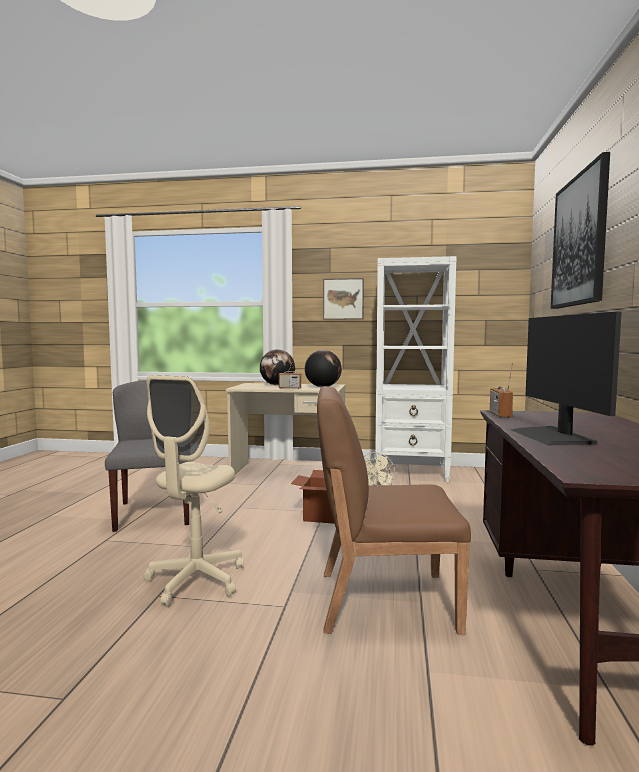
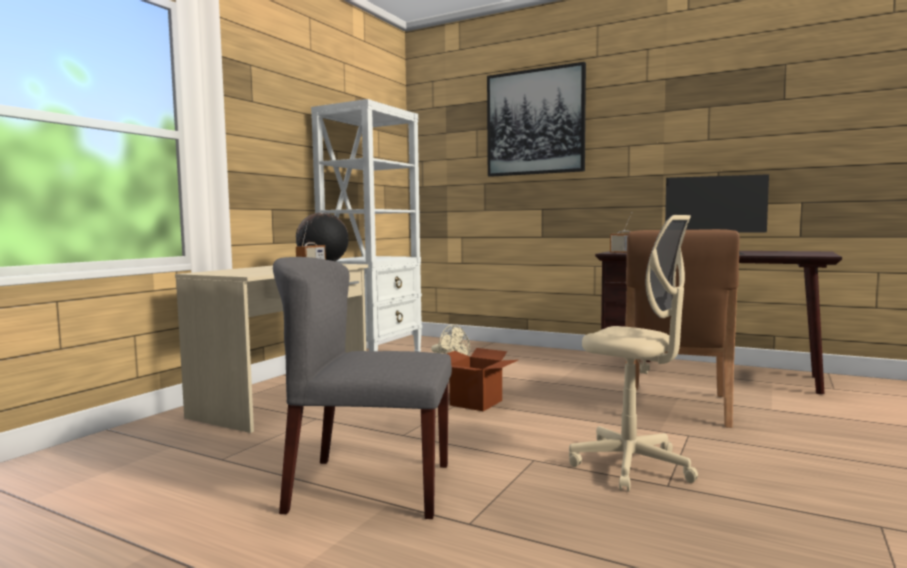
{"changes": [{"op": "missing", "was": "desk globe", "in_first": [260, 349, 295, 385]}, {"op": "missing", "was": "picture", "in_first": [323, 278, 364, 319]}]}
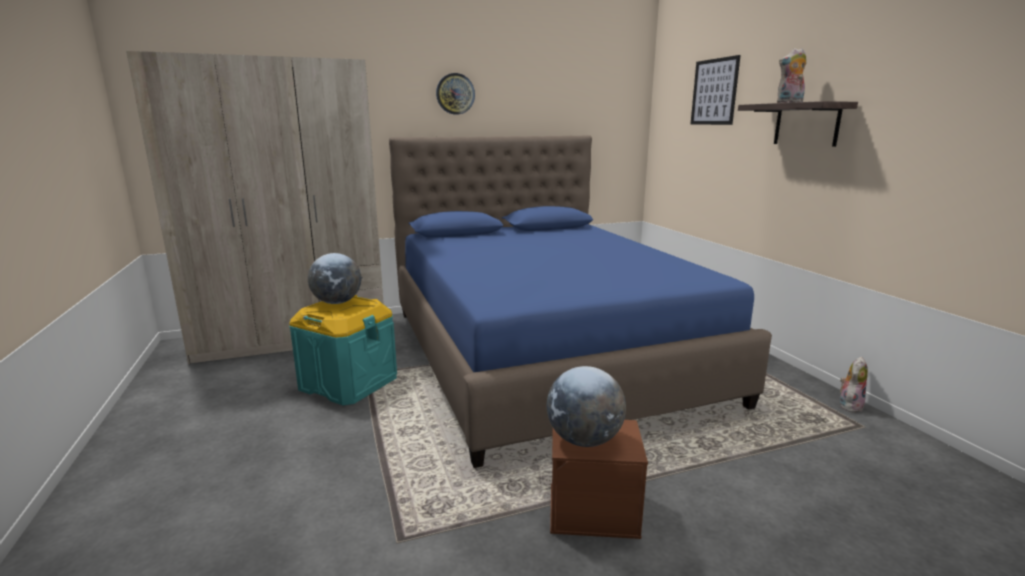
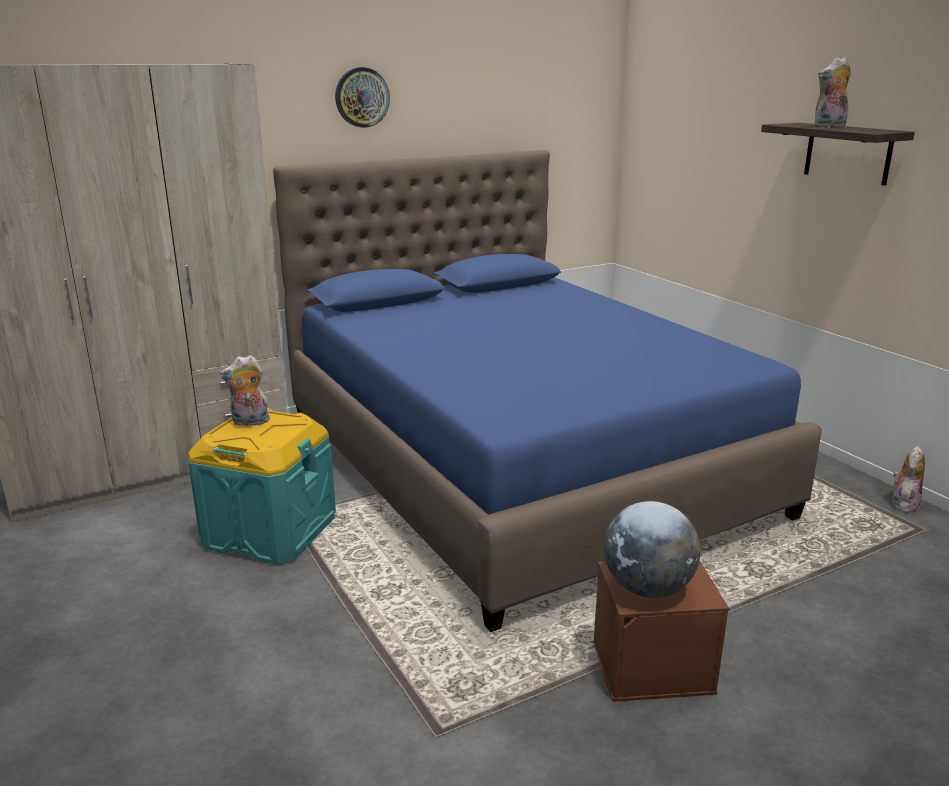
{"changes": [{"op": "missing", "was": "picture", "in_first": [691, 55, 741, 125]}, {"op": "exchanged", "was": "desk globe", "now": "soft toy", "in_first": [308, 253, 361, 304], "in_second": [220, 355, 270, 426]}]}
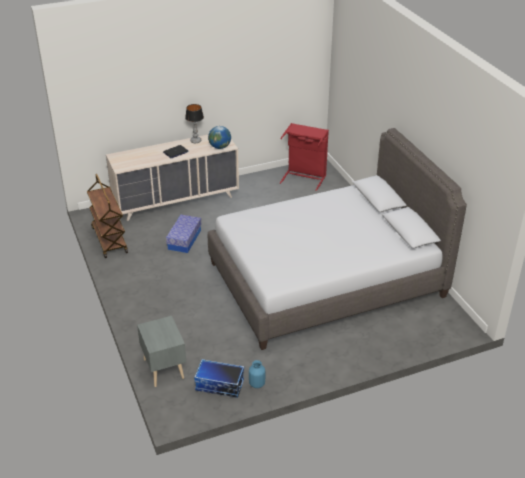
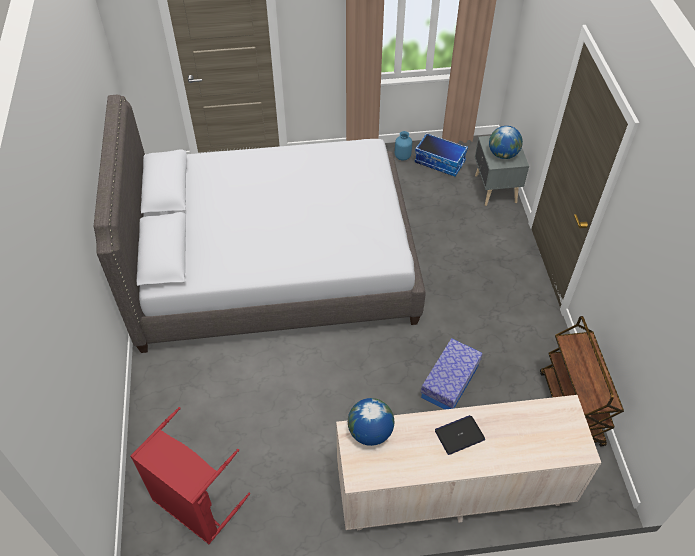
{"changes": [{"op": "missing", "was": "lamp for a table", "in_first": [185, 104, 204, 143]}, {"op": "appeared", "now": "desk globe", "in_second": [489, 126, 523, 159]}]}
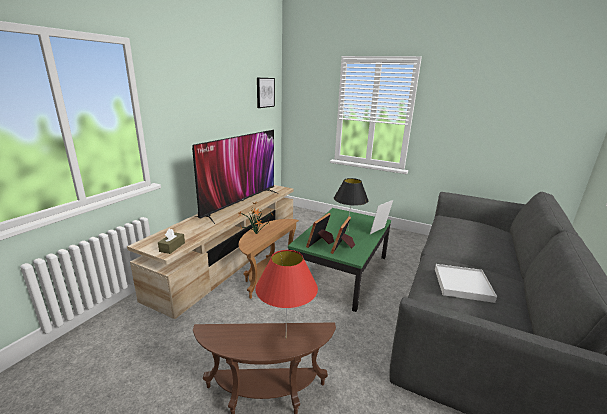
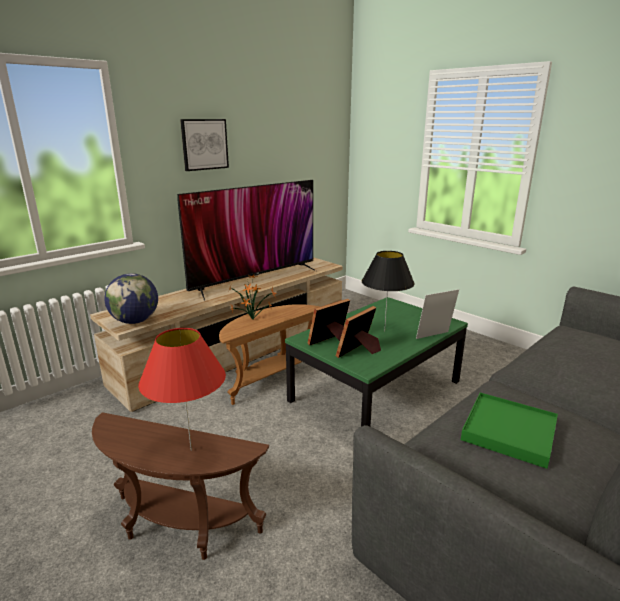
{"changes": [{"op": "relocated", "was": "picture", "in_first": [257, 78, 275, 108], "in_second": [180, 119, 229, 171]}, {"op": "exchanged", "was": "tissue holder in brown", "now": "desk globe", "in_first": [158, 228, 185, 254], "in_second": [104, 273, 158, 324]}, {"op": "colour", "was": "carrying tray in white-coloured", "now": "carrying tray in green", "in_first": [435, 264, 497, 303], "in_second": [461, 392, 558, 469]}]}
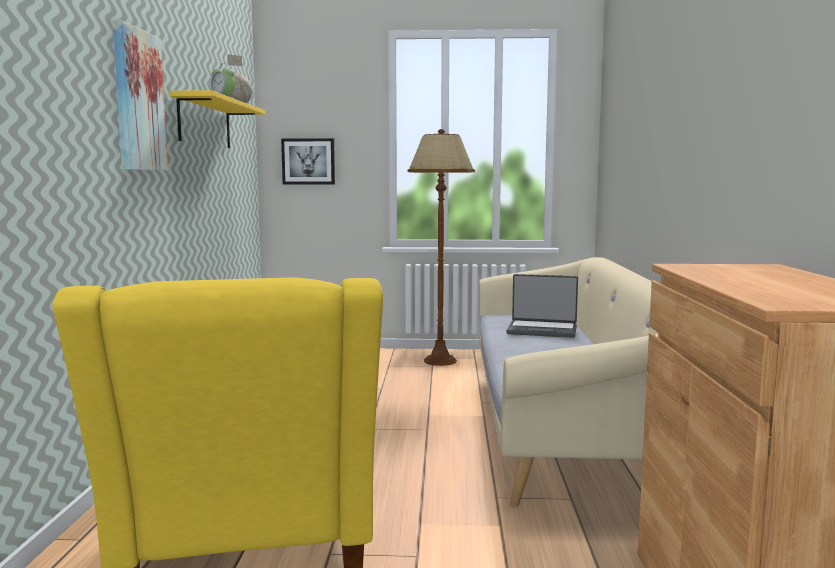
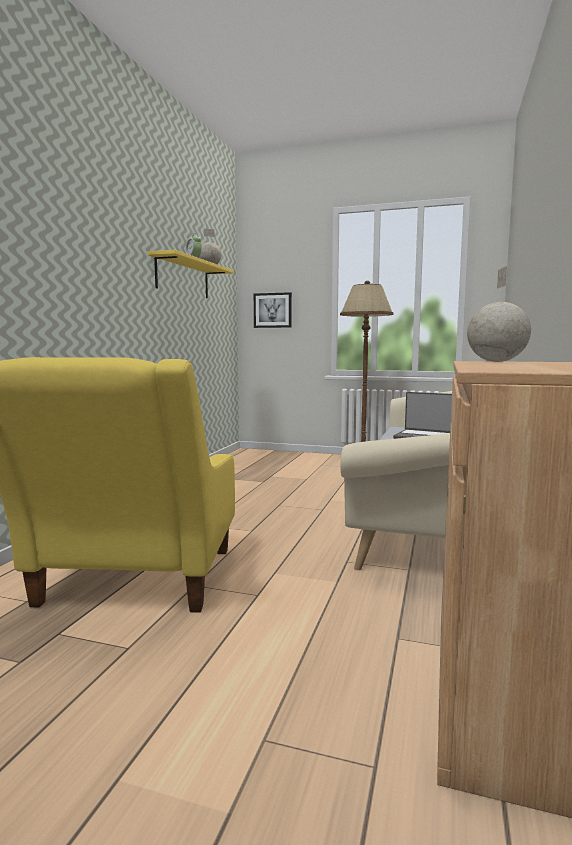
{"changes": [{"op": "missing", "was": "picture", "in_first": [112, 20, 168, 171]}, {"op": "appeared", "now": "desk globe", "in_second": [467, 266, 531, 362]}]}
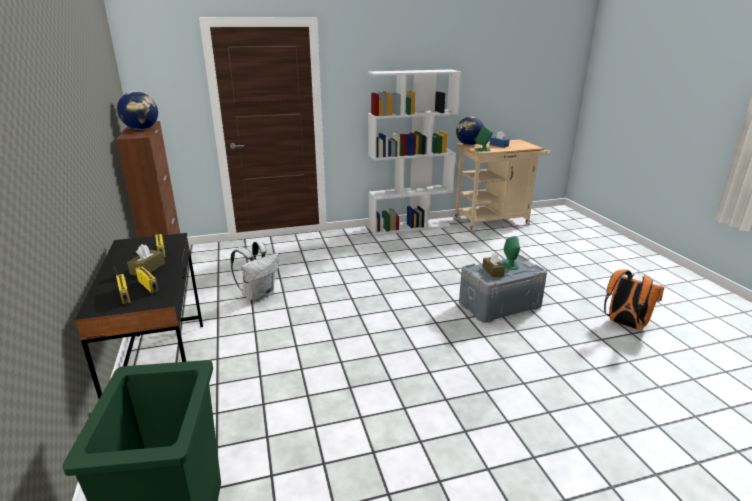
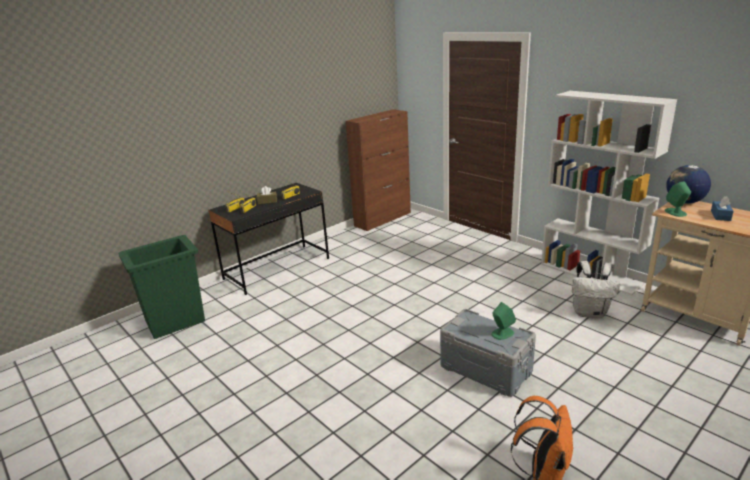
{"changes": [{"op": "missing", "was": "desk globe", "in_first": [117, 91, 158, 130]}, {"op": "missing", "was": "tissue holder in brown", "in_first": [482, 253, 505, 277]}, {"op": "relocated", "was": "knapsack in white-coloured", "in_first": [231, 241, 279, 302], "in_second": [572, 261, 620, 318]}]}
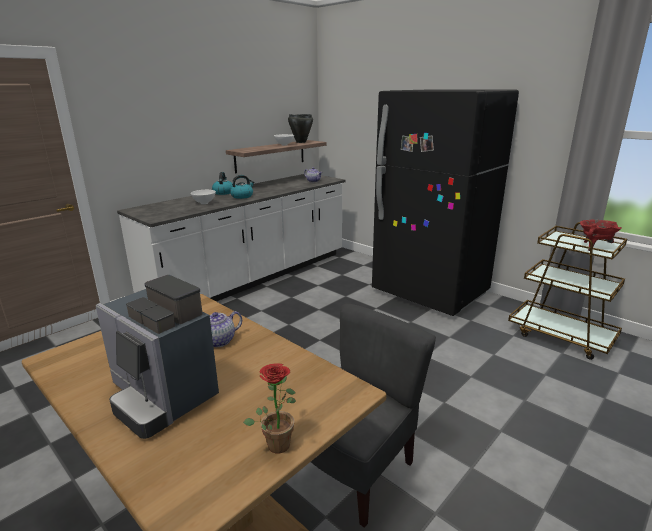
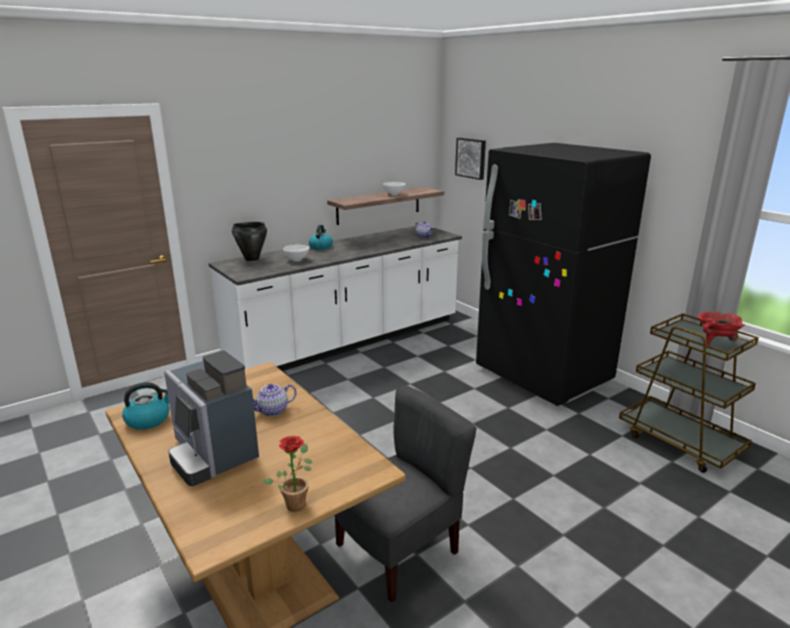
{"changes": [{"op": "appeared", "now": "picture", "in_second": [455, 138, 486, 180]}, {"op": "relocated", "was": "water kettle", "in_first": [230, 175, 255, 199], "in_second": [122, 382, 169, 430]}, {"op": "relocated", "was": "saucepot in black", "in_first": [288, 114, 313, 143], "in_second": [232, 222, 267, 261]}]}
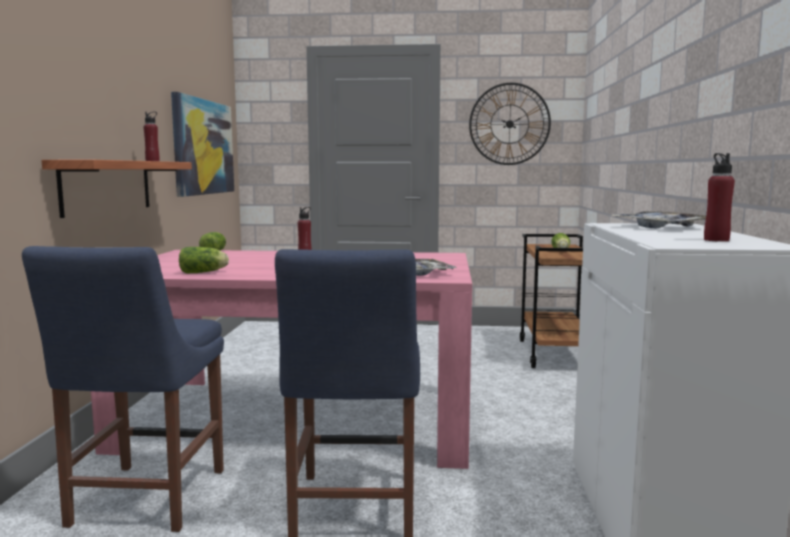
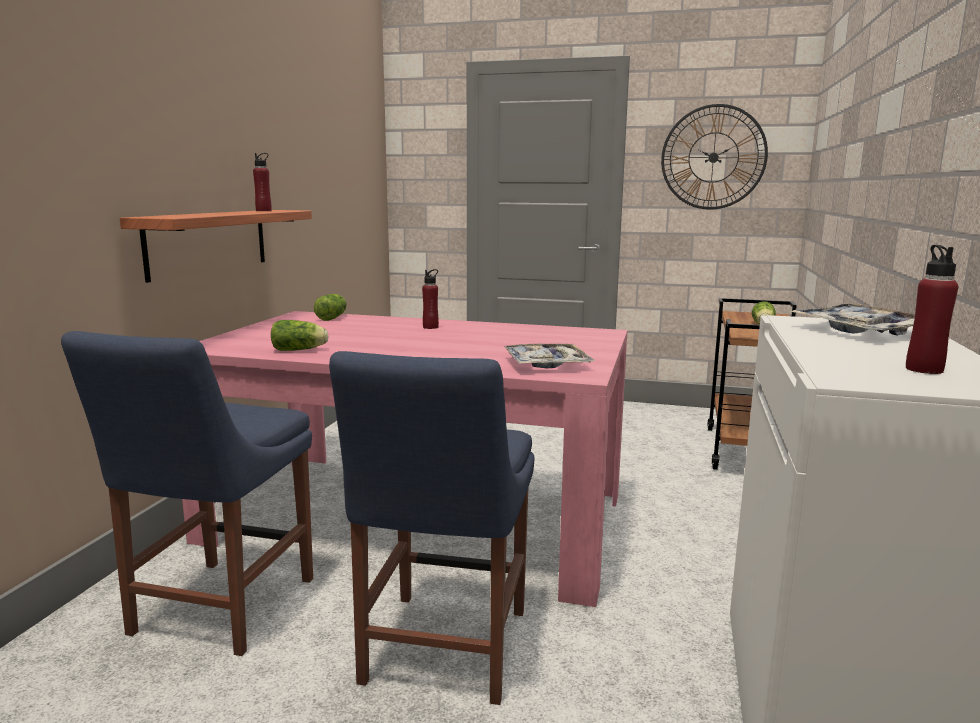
{"changes": [{"op": "missing", "was": "picture", "in_first": [171, 92, 234, 197]}]}
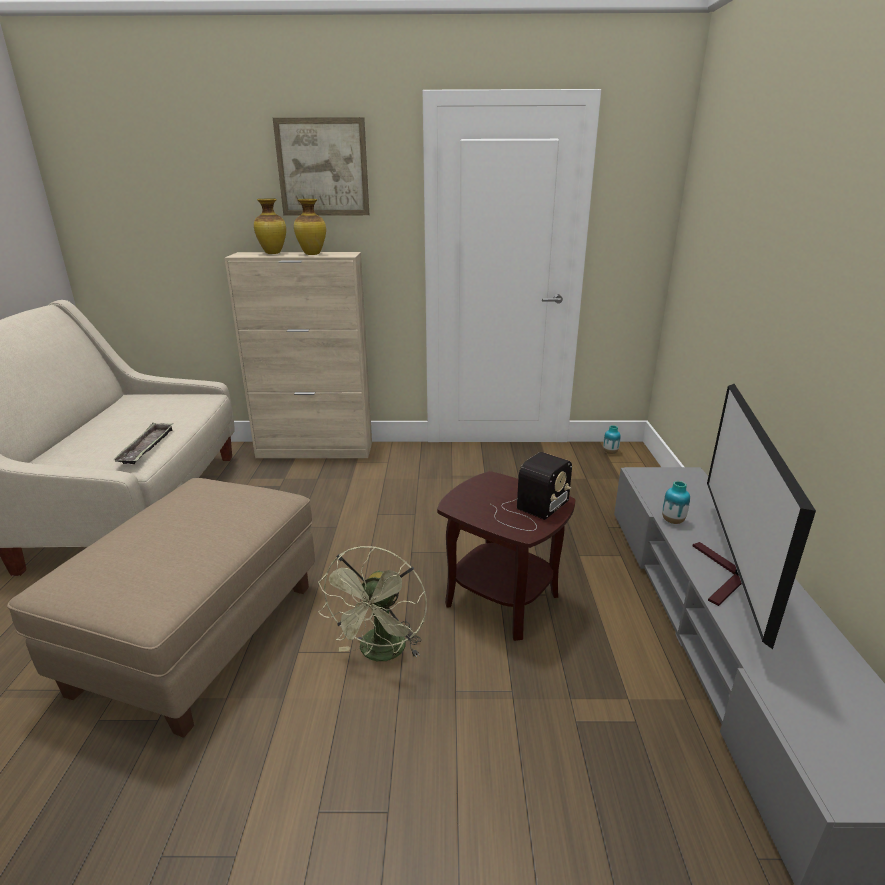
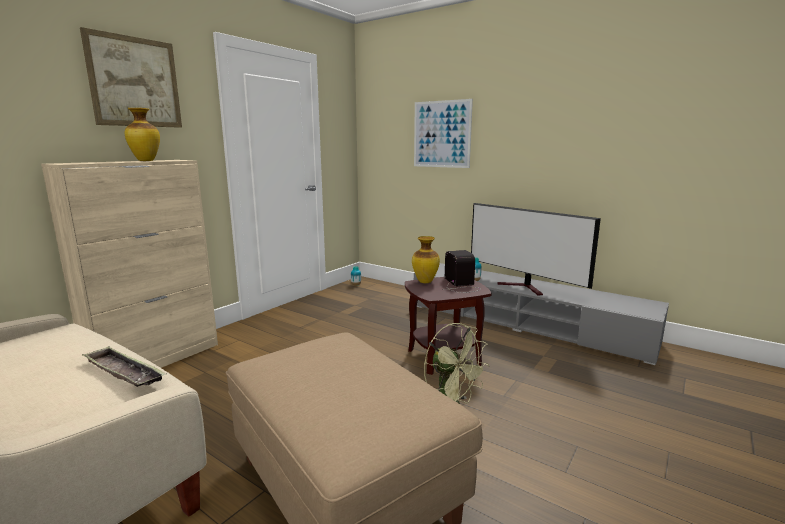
{"changes": [{"op": "appeared", "now": "picture", "in_second": [414, 99, 473, 168]}, {"op": "relocated", "was": "flower vase", "in_first": [254, 199, 286, 254], "in_second": [412, 236, 440, 283]}]}
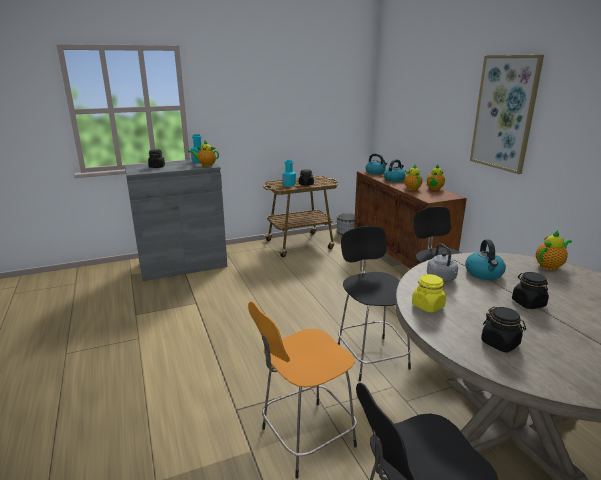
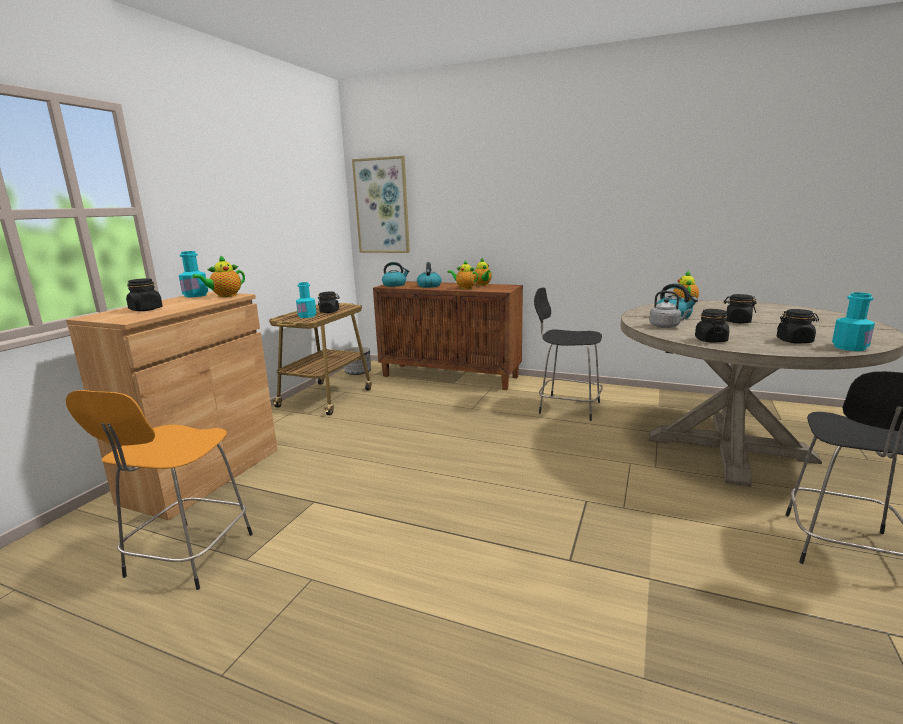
{"changes": [{"op": "missing", "was": "sitting stool in black", "in_first": [338, 226, 411, 381]}, {"op": "appeared", "now": "beverage bottle in turquoise", "in_second": [832, 292, 875, 351]}, {"op": "relocated", "was": "sitting stool in orangey", "in_first": [248, 301, 357, 479], "in_second": [66, 390, 253, 590]}, {"op": "relocated", "was": "picture", "in_first": [470, 55, 544, 174], "in_second": [352, 156, 410, 253]}, {"op": "colour", "was": "storage cabinet in greyish", "now": "storage cabinet in brown", "in_first": [125, 160, 227, 281], "in_second": [66, 292, 277, 520]}, {"op": "colour", "was": "jar in yellowish", "now": "jar in black", "in_first": [412, 274, 446, 313], "in_second": [695, 309, 729, 343]}]}
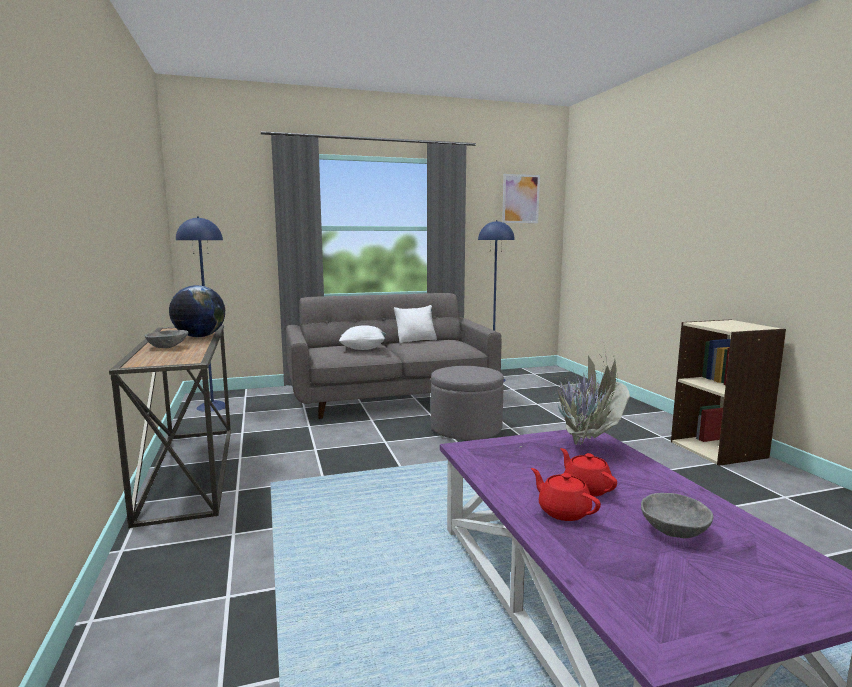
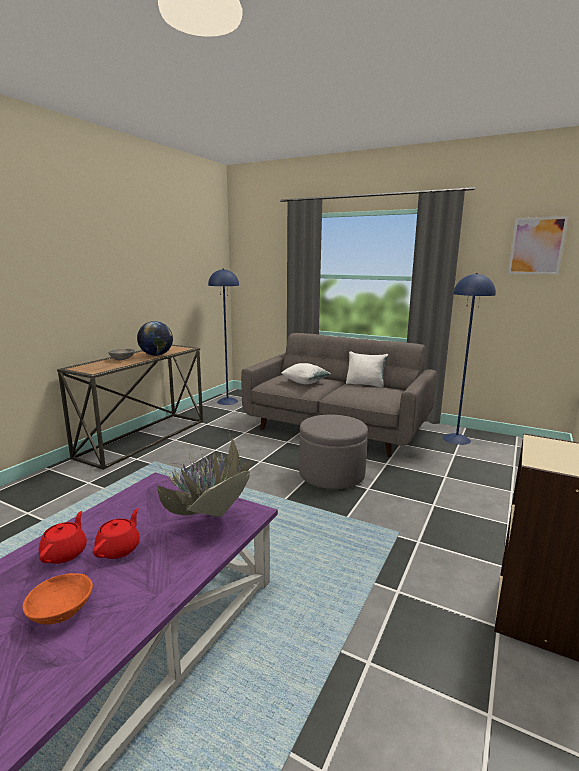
{"changes": [{"op": "colour", "was": "bowl in greyish", "now": "bowl in orangey", "in_first": [641, 493, 713, 538], "in_second": [23, 573, 93, 624]}]}
